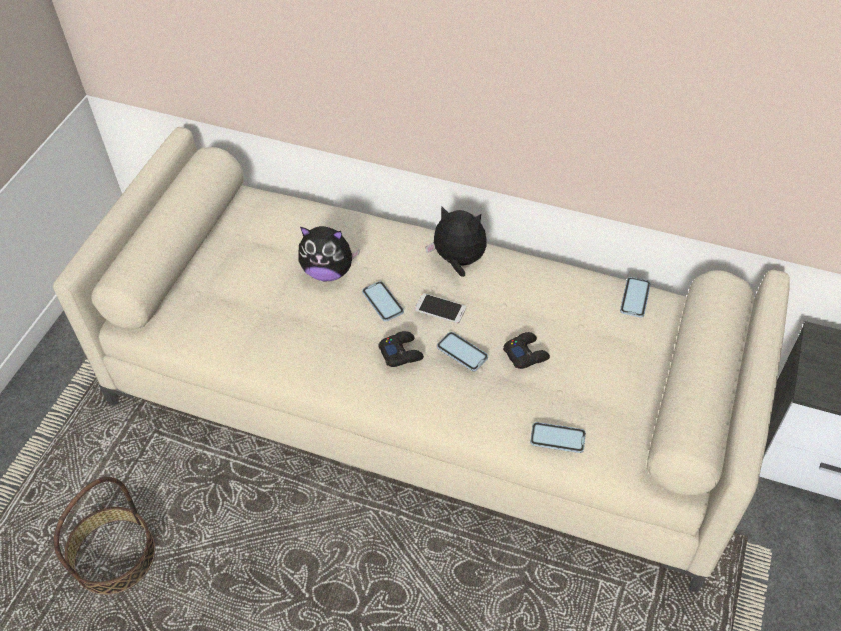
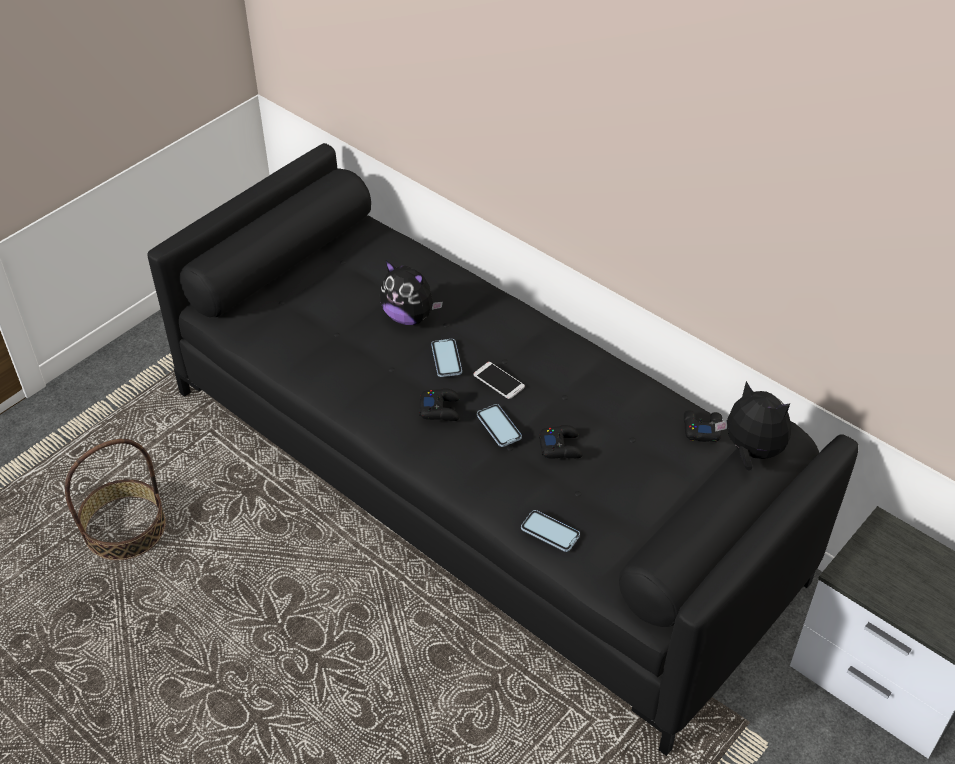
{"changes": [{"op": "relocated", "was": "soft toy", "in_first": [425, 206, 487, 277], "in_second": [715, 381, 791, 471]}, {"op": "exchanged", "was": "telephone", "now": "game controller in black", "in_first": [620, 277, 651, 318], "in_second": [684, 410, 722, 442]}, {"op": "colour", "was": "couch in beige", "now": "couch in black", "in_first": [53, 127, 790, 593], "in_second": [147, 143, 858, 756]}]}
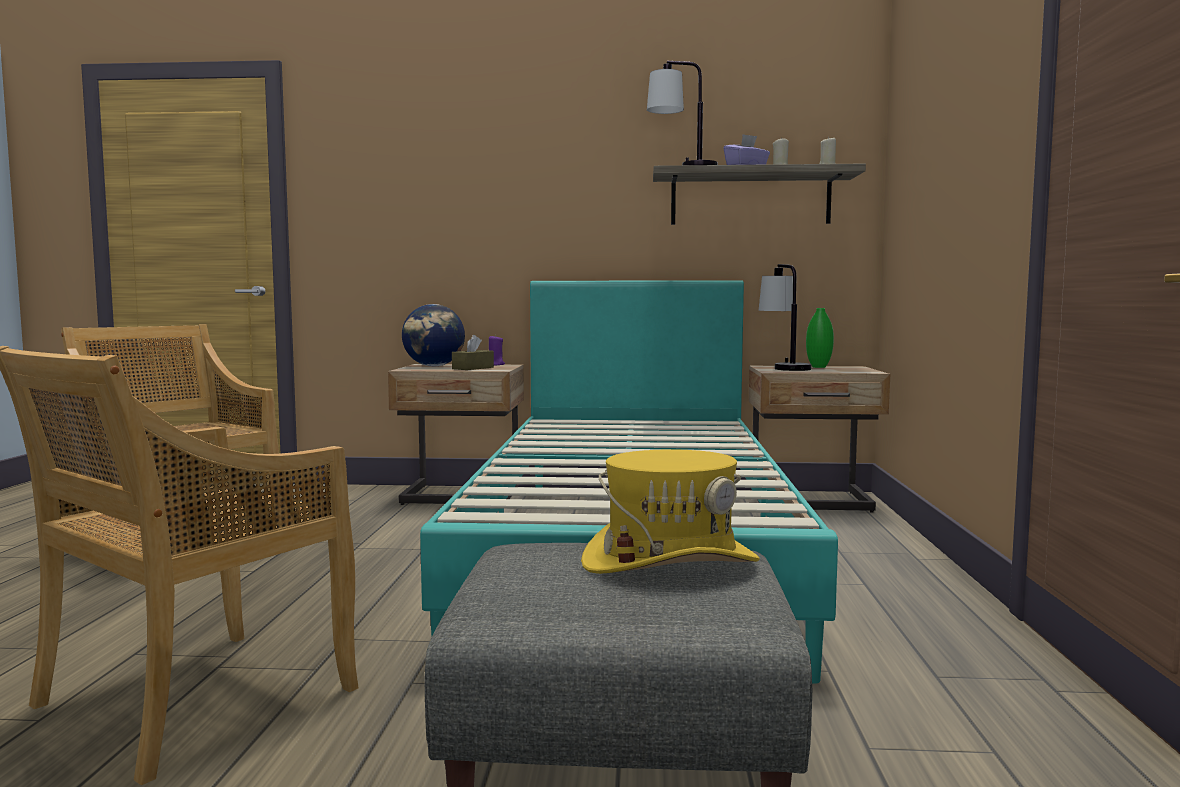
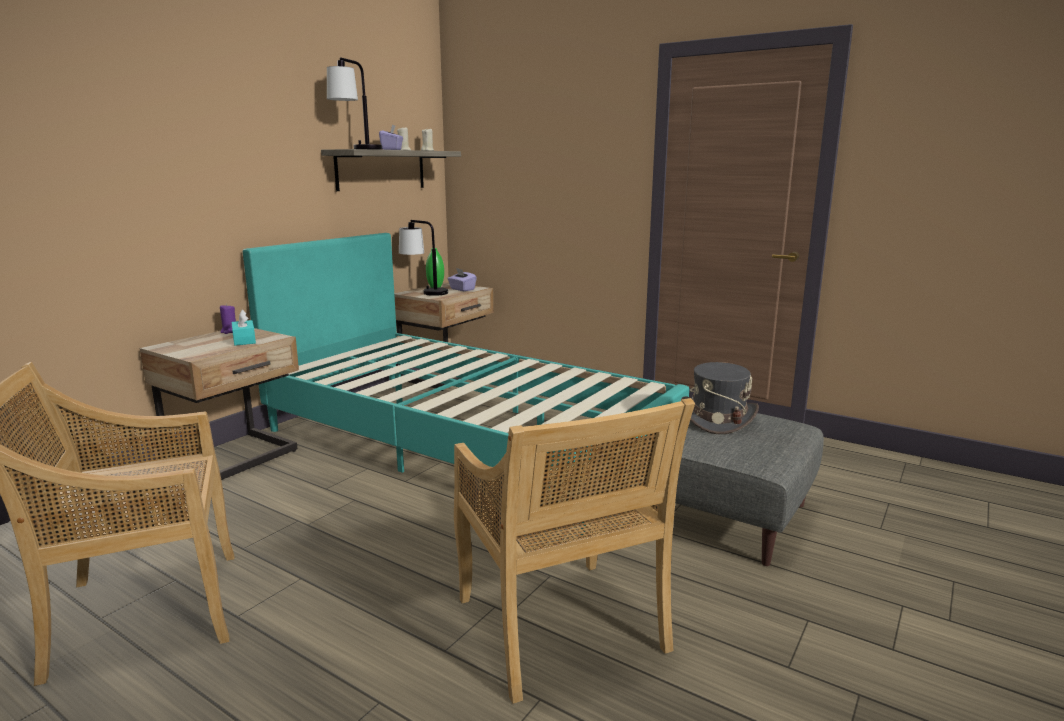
{"changes": [{"op": "missing", "was": "desk globe", "in_first": [402, 304, 465, 367]}, {"op": "appeared", "now": "tissue holder in purplish", "in_second": [448, 268, 477, 291]}, {"op": "colour", "was": "tissue holder in brown", "now": "tissue holder in turquoise", "in_first": [452, 335, 494, 370], "in_second": [232, 309, 256, 346]}, {"op": "colour", "was": "hat in yellowish", "now": "hat in greyish", "in_first": [581, 449, 760, 574], "in_second": [681, 362, 759, 434]}]}
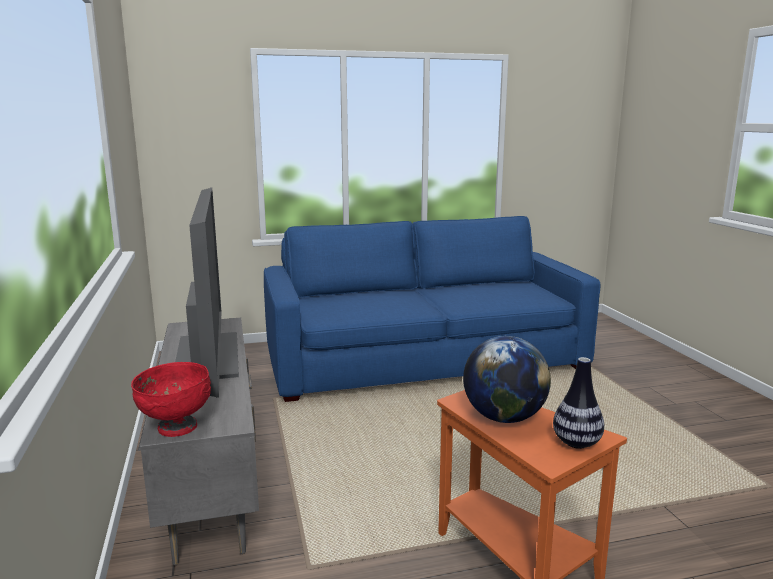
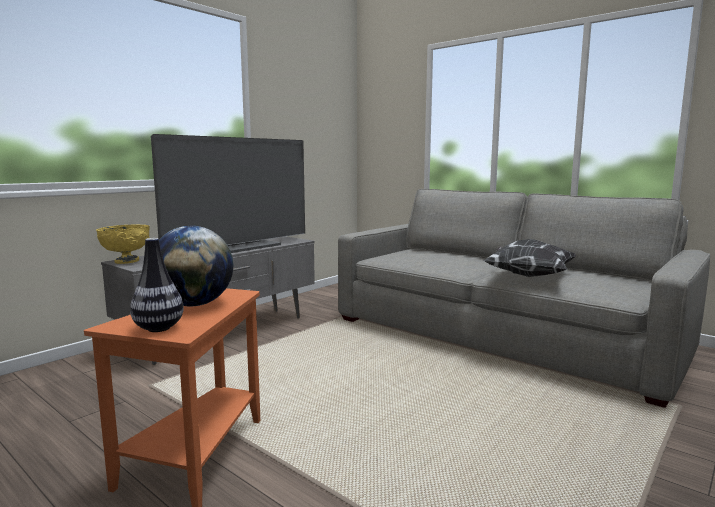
{"changes": [{"op": "appeared", "now": "throw pillow", "in_second": [483, 239, 577, 277]}, {"op": "colour", "was": "bowl in reddish", "now": "bowl in yellowish", "in_first": [131, 362, 211, 437], "in_second": [96, 224, 149, 264]}, {"op": "colour", "was": "couch in bluish", "now": "couch in greyish", "in_first": [264, 216, 600, 402], "in_second": [338, 189, 710, 408]}]}
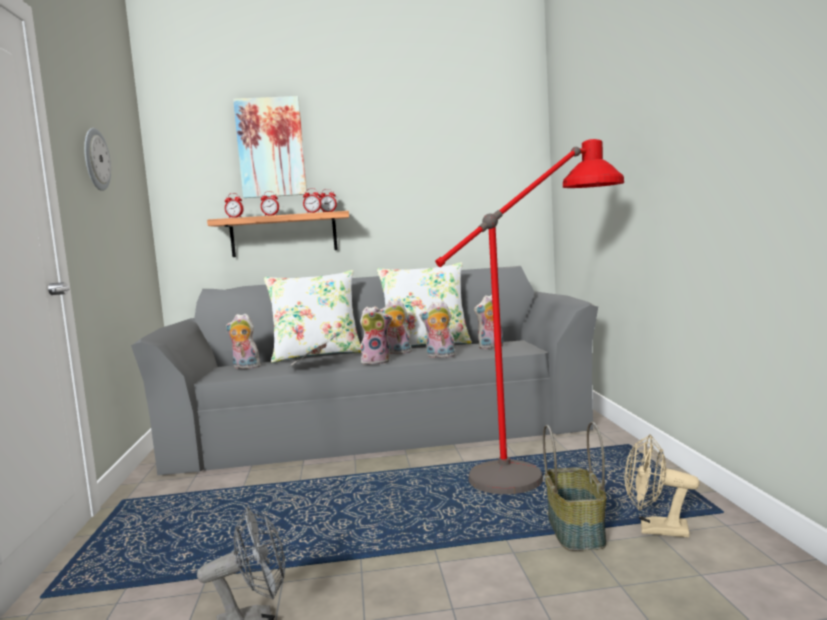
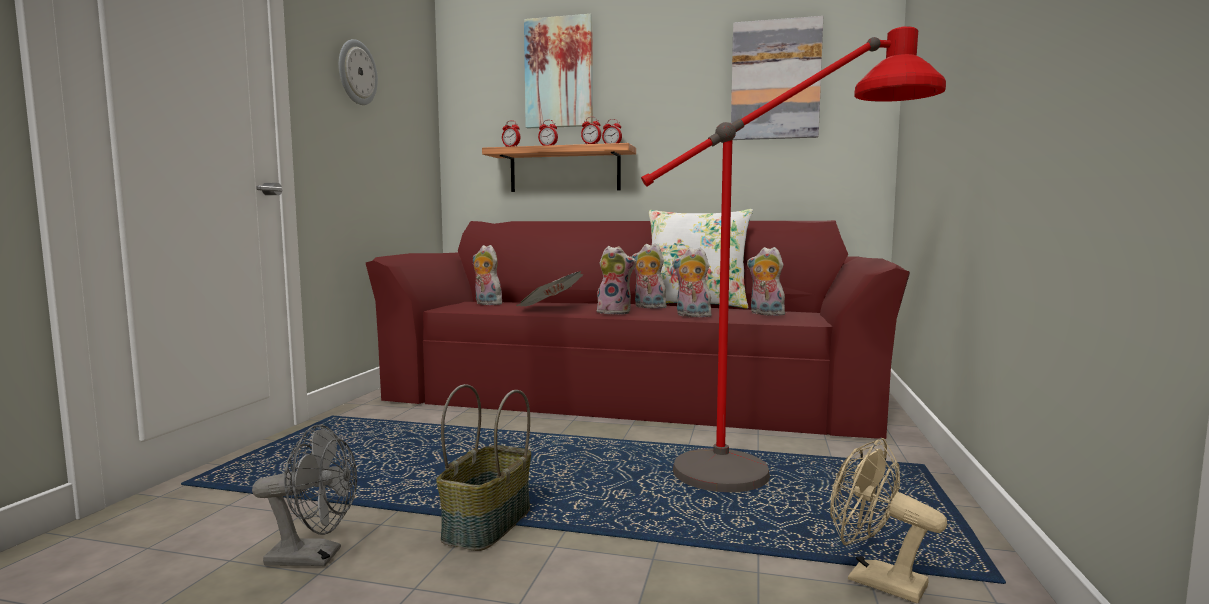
{"changes": [{"op": "missing", "was": "throw pillow in white-coloured", "in_first": [264, 270, 361, 363]}, {"op": "appeared", "now": "picture", "in_second": [731, 16, 823, 140]}, {"op": "relocated", "was": "storage basket", "in_first": [543, 422, 607, 551], "in_second": [436, 384, 531, 551]}, {"op": "colour", "was": "couch in greyish", "now": "couch in reddish", "in_first": [131, 266, 598, 475], "in_second": [366, 220, 910, 439]}, {"op": "spun", "was": "soft toy", "in_first": [474, 295, 503, 349], "in_second": [747, 247, 788, 316], "clockwise": 45}]}
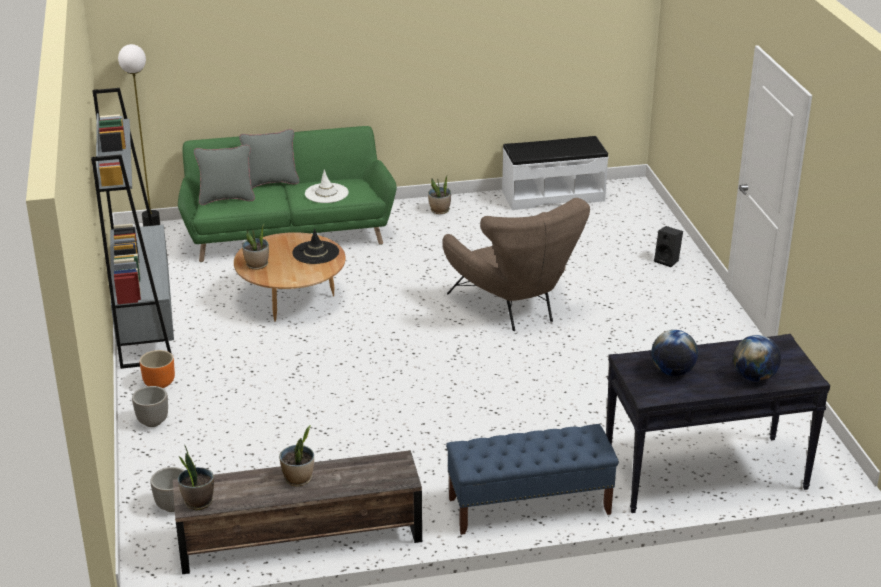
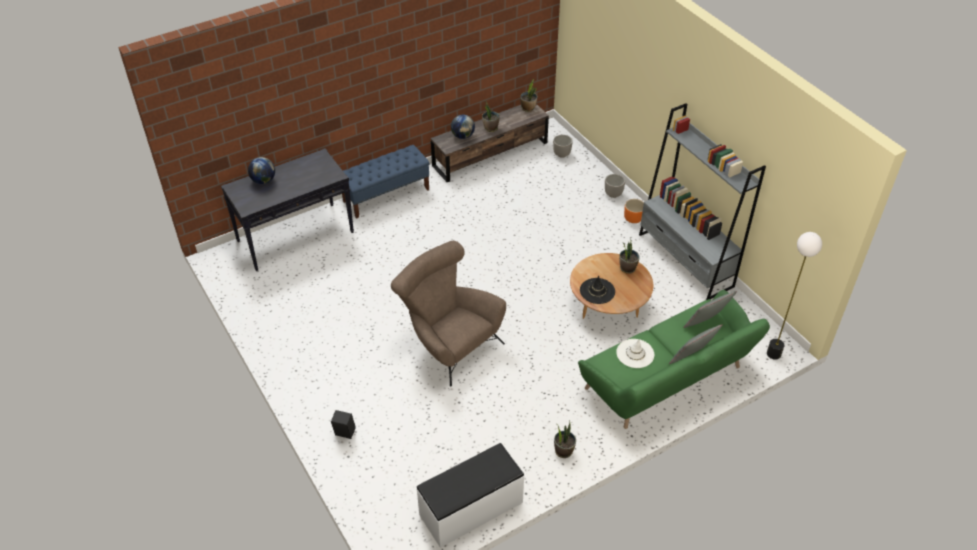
{"changes": [{"op": "relocated", "was": "desk globe", "in_first": [651, 330, 698, 376], "in_second": [451, 115, 475, 139]}]}
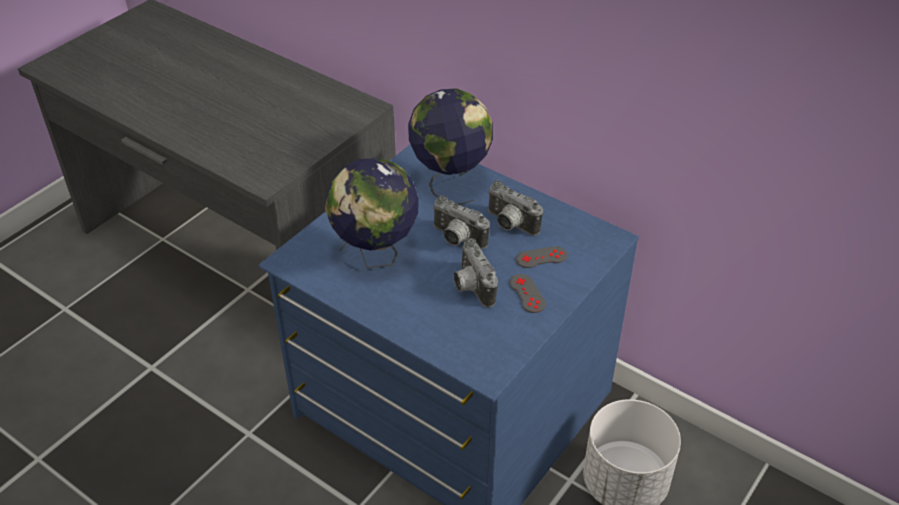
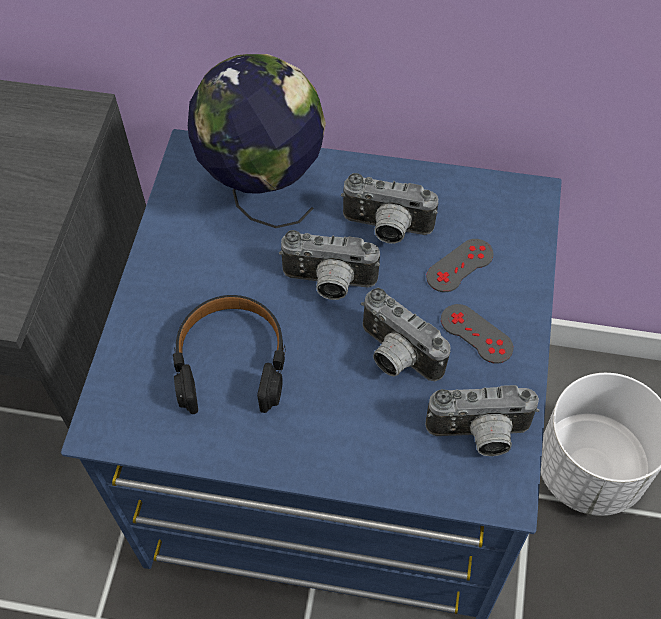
{"changes": [{"op": "appeared", "now": "still camera", "in_second": [425, 385, 540, 456]}, {"op": "exchanged", "was": "desk globe", "now": "headphones in black", "in_first": [325, 158, 419, 268], "in_second": [173, 295, 286, 414]}]}
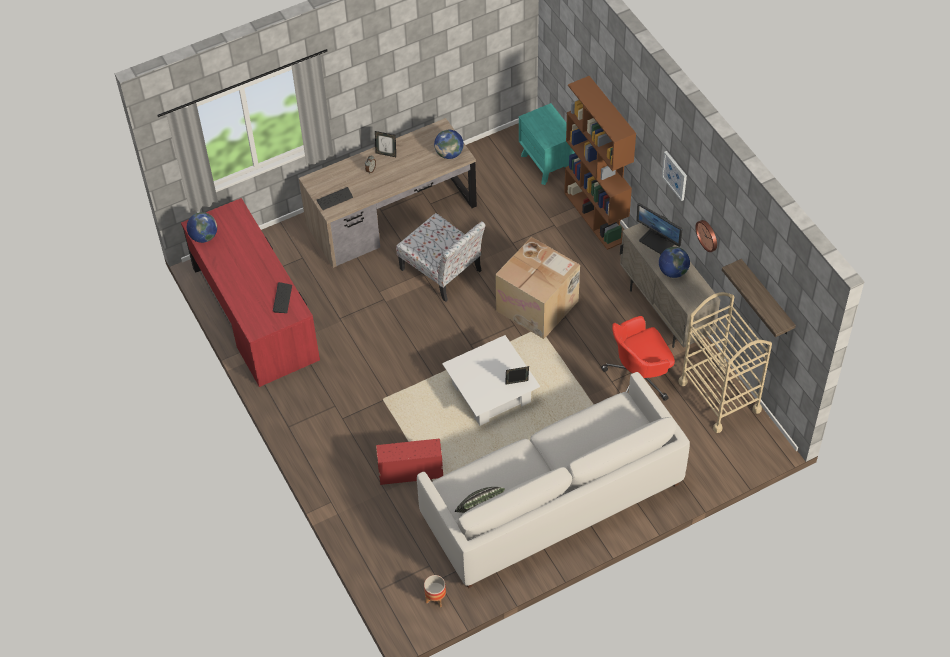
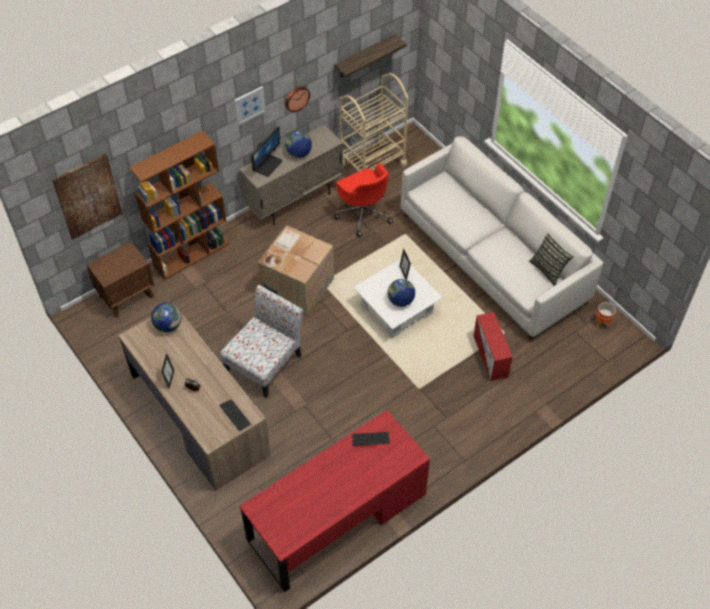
{"changes": [{"op": "appeared", "now": "picture", "in_second": [52, 153, 123, 239]}, {"op": "relocated", "was": "desk globe", "in_first": [187, 212, 217, 243], "in_second": [388, 279, 415, 307]}, {"op": "colour", "was": "night table in turquoise", "now": "night table in brown", "in_first": [519, 103, 575, 185], "in_second": [86, 241, 154, 318]}]}
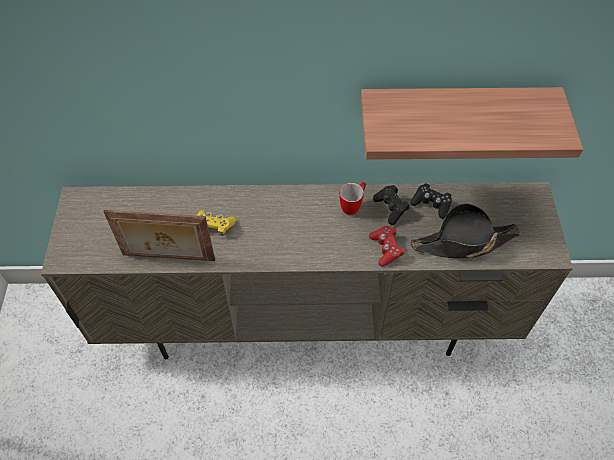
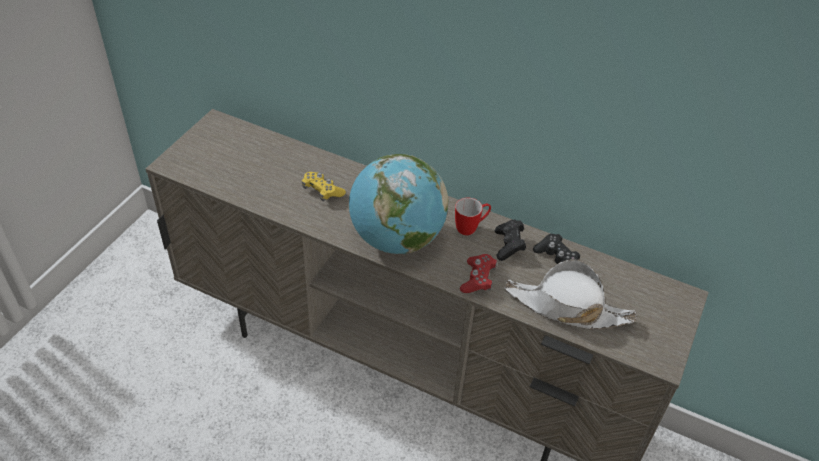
{"changes": [{"op": "missing", "was": "picture frame", "in_first": [103, 210, 215, 261]}, {"op": "missing", "was": "shelf", "in_first": [361, 87, 583, 160]}, {"op": "appeared", "now": "desk globe", "in_second": [349, 154, 448, 254]}, {"op": "colour", "was": "hat in black", "now": "hat in white-coloured", "in_first": [410, 203, 521, 259], "in_second": [505, 259, 637, 329]}]}
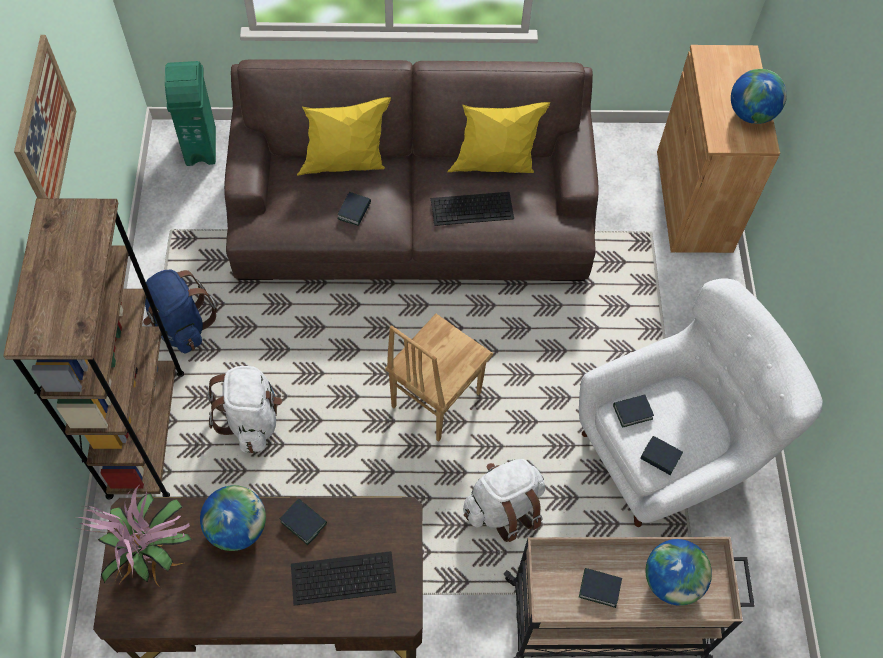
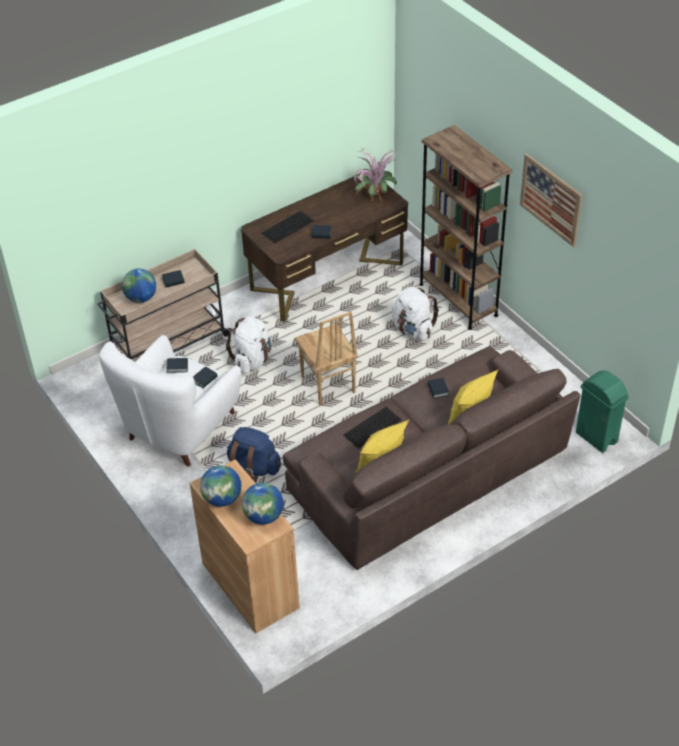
{"changes": [{"op": "relocated", "was": "knapsack in bluish", "in_first": [143, 270, 217, 353], "in_second": [227, 427, 281, 483]}, {"op": "relocated", "was": "desk globe", "in_first": [200, 485, 266, 551], "in_second": [242, 483, 284, 525]}, {"op": "spun", "was": "upright chair in brown", "in_first": [385, 314, 493, 442], "in_second": [295, 312, 358, 406], "clockwise": 150}]}
